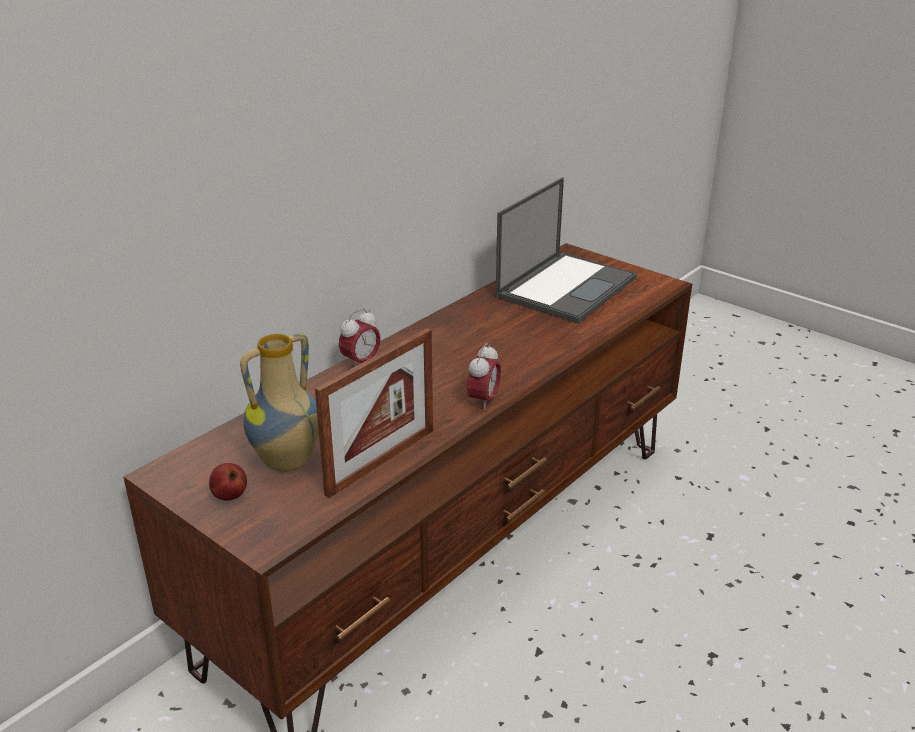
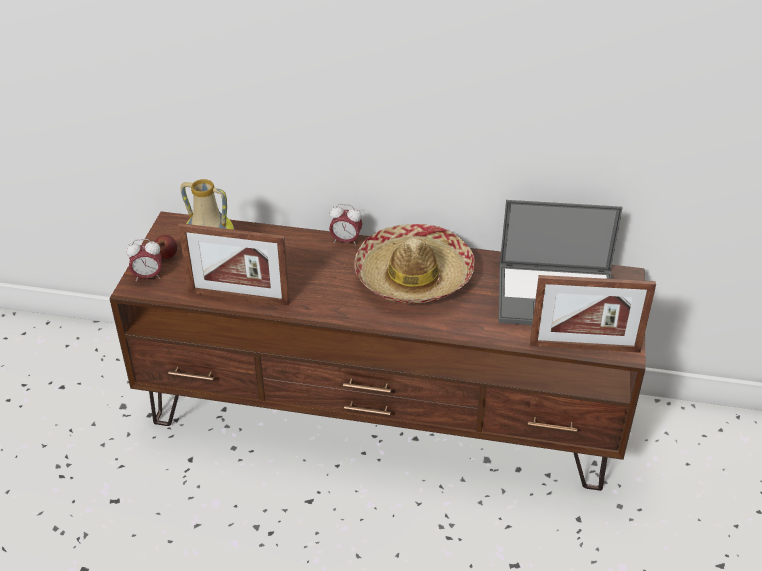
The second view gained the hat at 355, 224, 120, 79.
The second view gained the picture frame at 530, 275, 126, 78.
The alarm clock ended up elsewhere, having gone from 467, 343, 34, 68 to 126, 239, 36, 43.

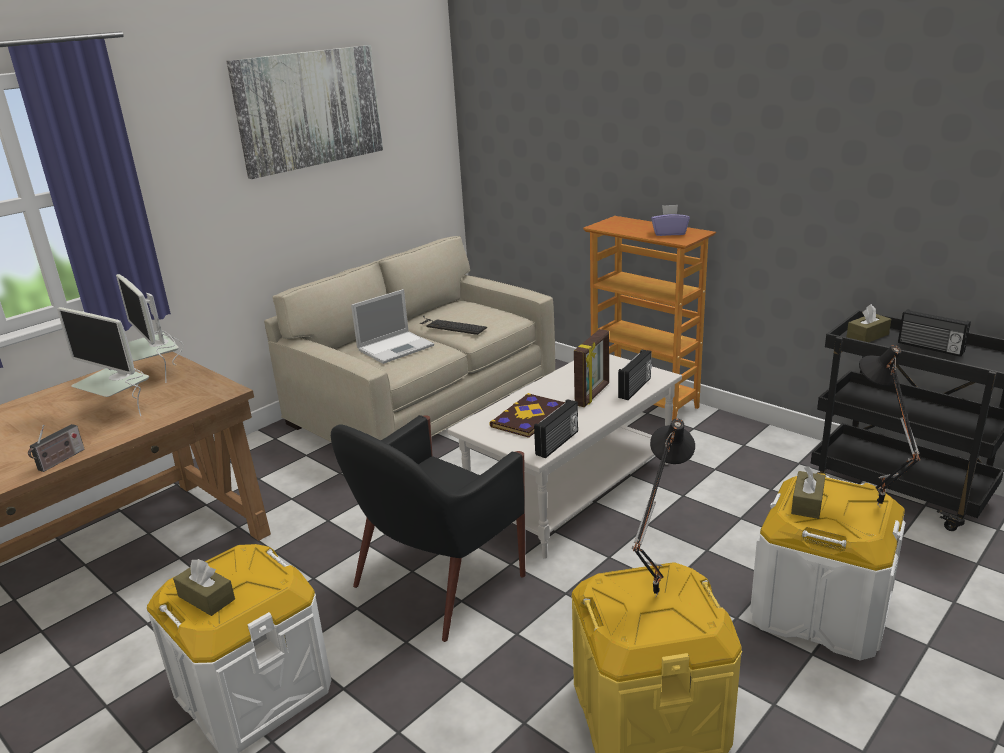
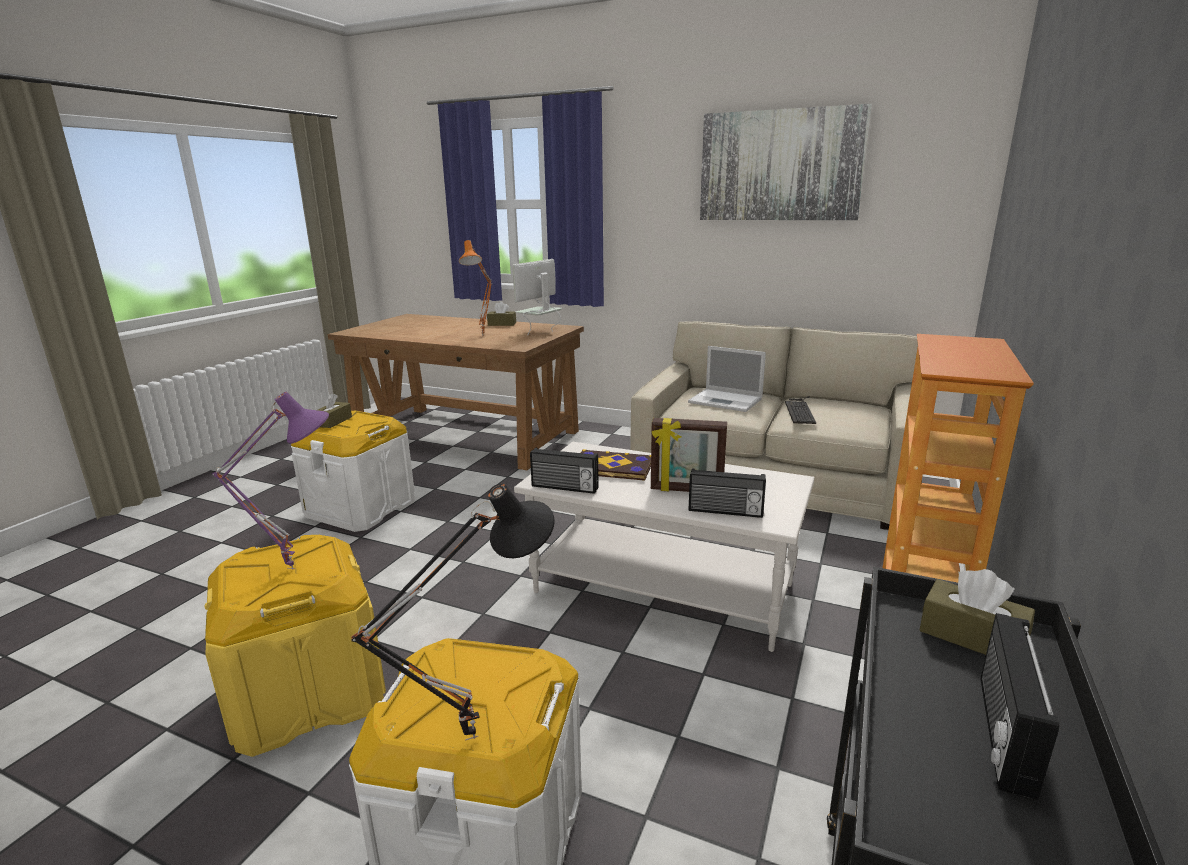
The second view lost the radio at 28, 424, 57, 48.
The second view lost the black armchair at 331, 415, 194, 227.
The second view lost the purple tissue box at 651, 205, 39, 31.
The brown tissue box ended up elsewhere, having gone from 791, 466, 34, 53 to 487, 301, 29, 25.
Where the monitor stood at 57, 307, 92, 109, the orange table lamp came to stand at 459, 240, 33, 96.
What was the black table lamp at 632, 419, 63, 179 turned into the purple table lamp at 212, 392, 117, 178.

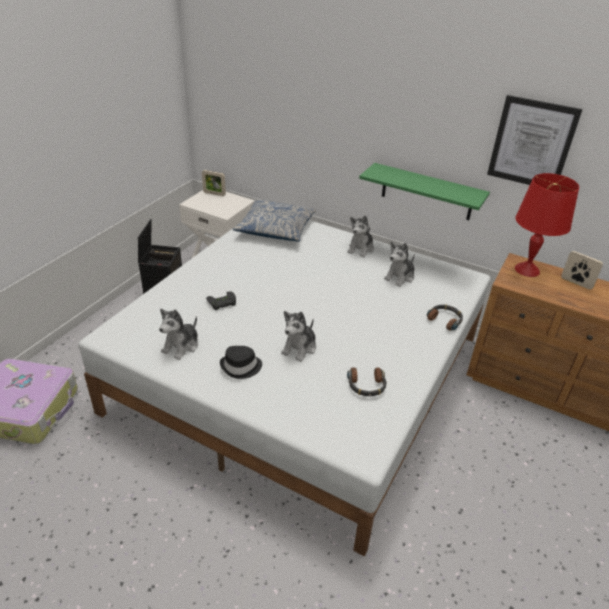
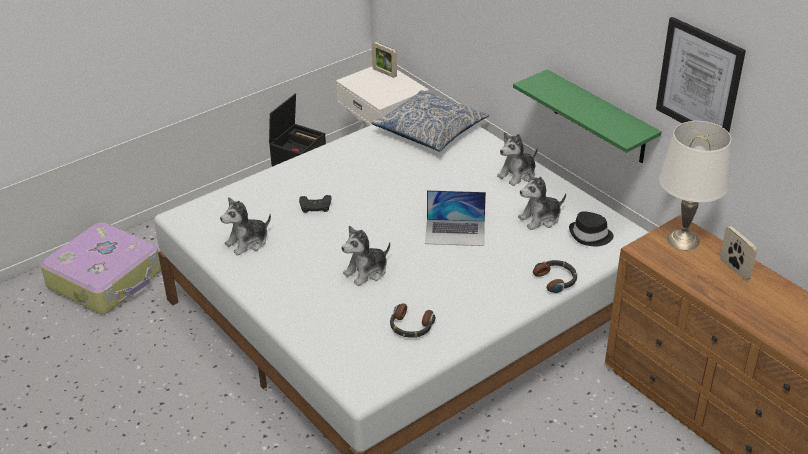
The second view gained the laptop at 425, 190, 61, 56.
The black hat ended up elsewhere, having gone from 220, 346, 42, 33 to 569, 211, 45, 35.
What was the red table lamp at 515, 173, 64, 104 turned into the white table lamp at 659, 121, 72, 129.

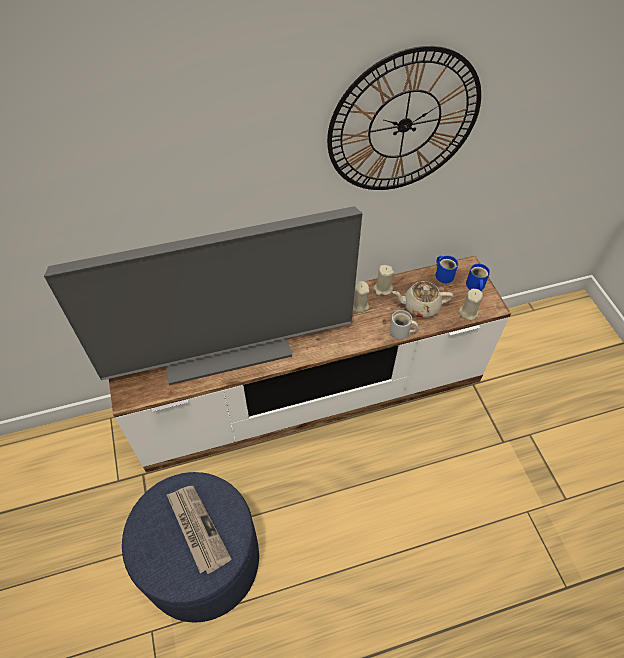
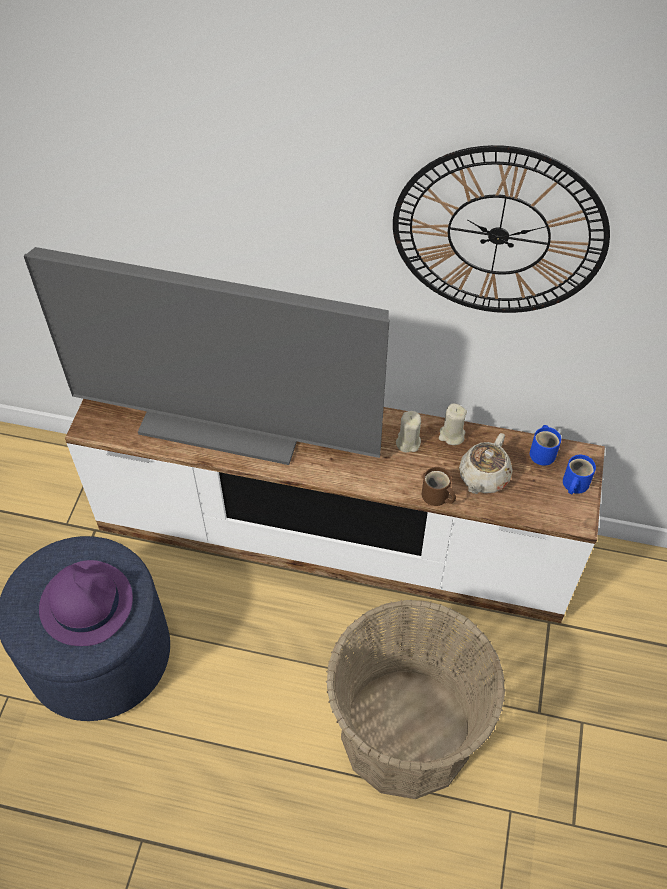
The second view lost the beige candle at 459, 289, 24, 31.
The second view gained the basket at 326, 599, 180, 200.
Where the newspaper stood at 166, 486, 66, 88, the purple hat came to stand at 39, 560, 94, 86.
What was the white mug at 389, 310, 29, 29 turned into the brown mug at 422, 467, 34, 39.
The beige teapot at 392, 281, 61, 37 ended up facing another way, 90 degrees counterclockwise from before.

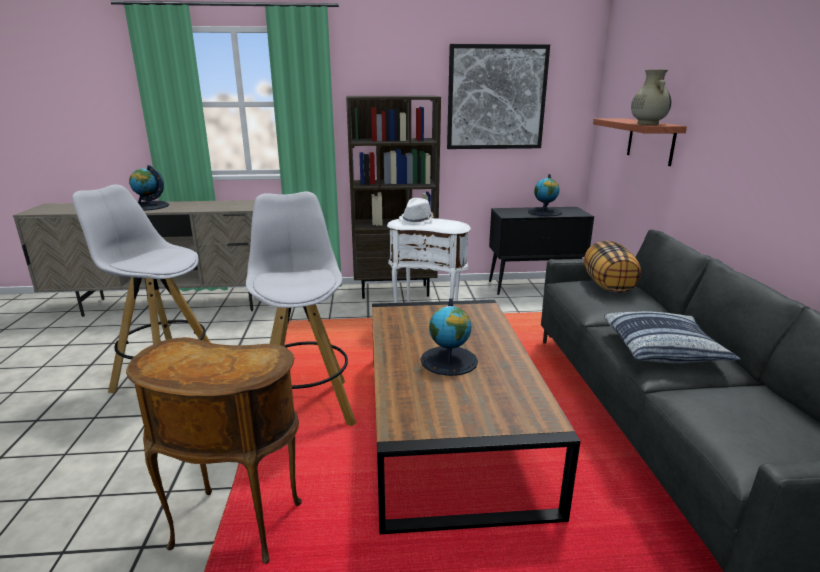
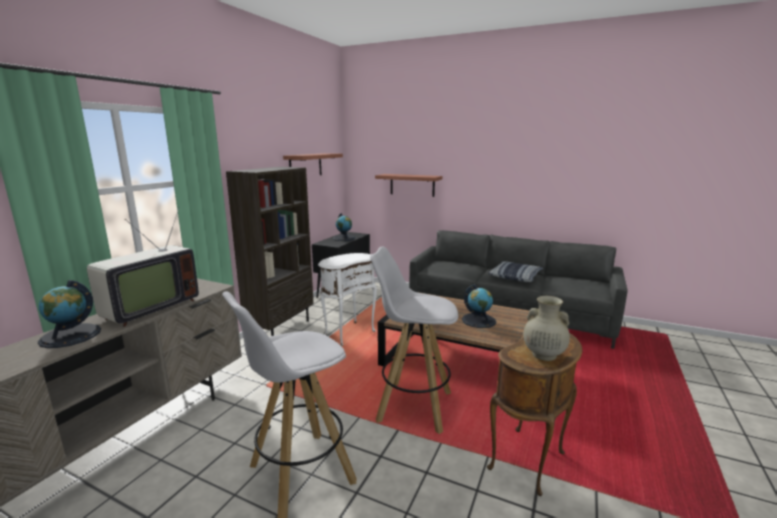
The second view lost the white hat at 399, 198, 35, 27.
The second view lost the pillow at 584, 241, 57, 52.
The second view gained the television at 87, 207, 112, 120.
The beige vase ended up elsewhere, having gone from 631, 70, 40, 55 to 523, 296, 47, 65.
Where the picture hung at 447, 44, 103, 105, the shelf came to hang at 283, 153, 60, 22.

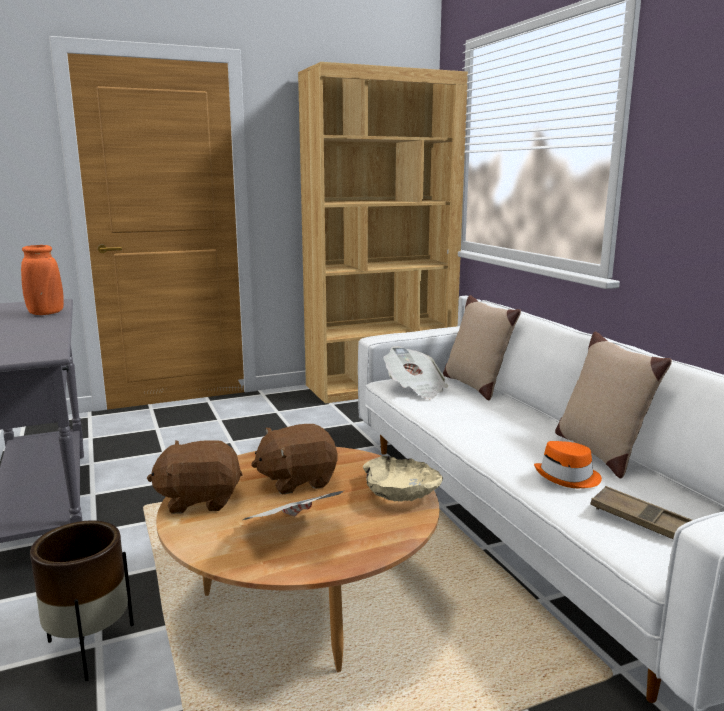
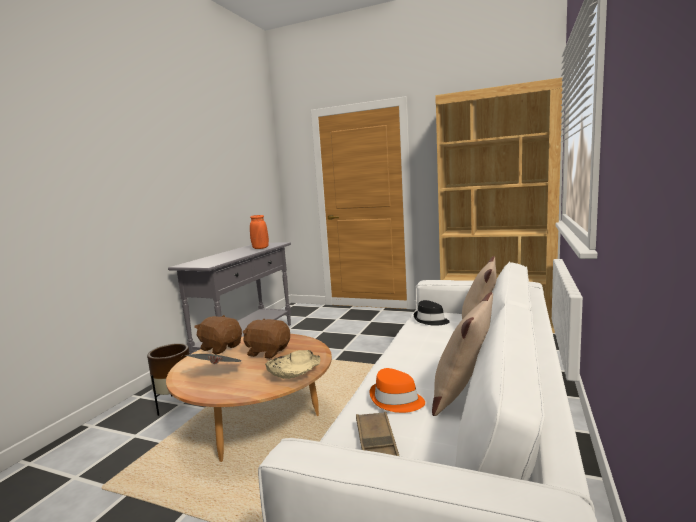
Where the newspaper stood at 383, 346, 65, 53, the black hat came to stand at 414, 300, 36, 26.

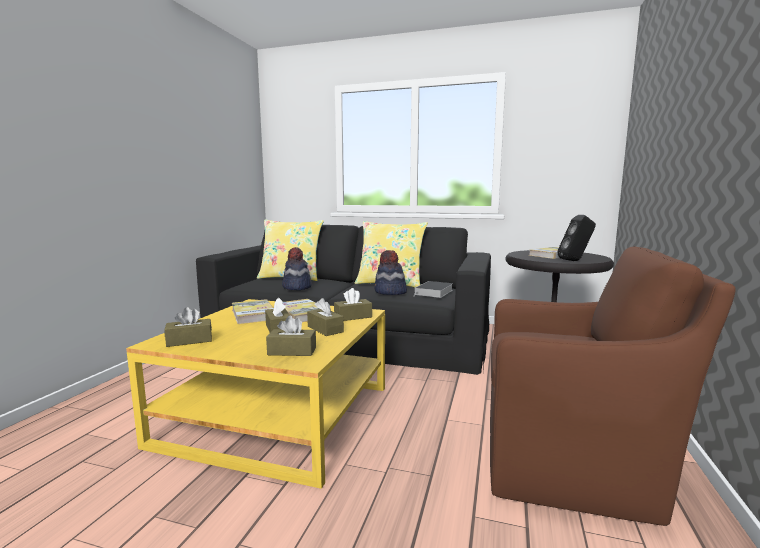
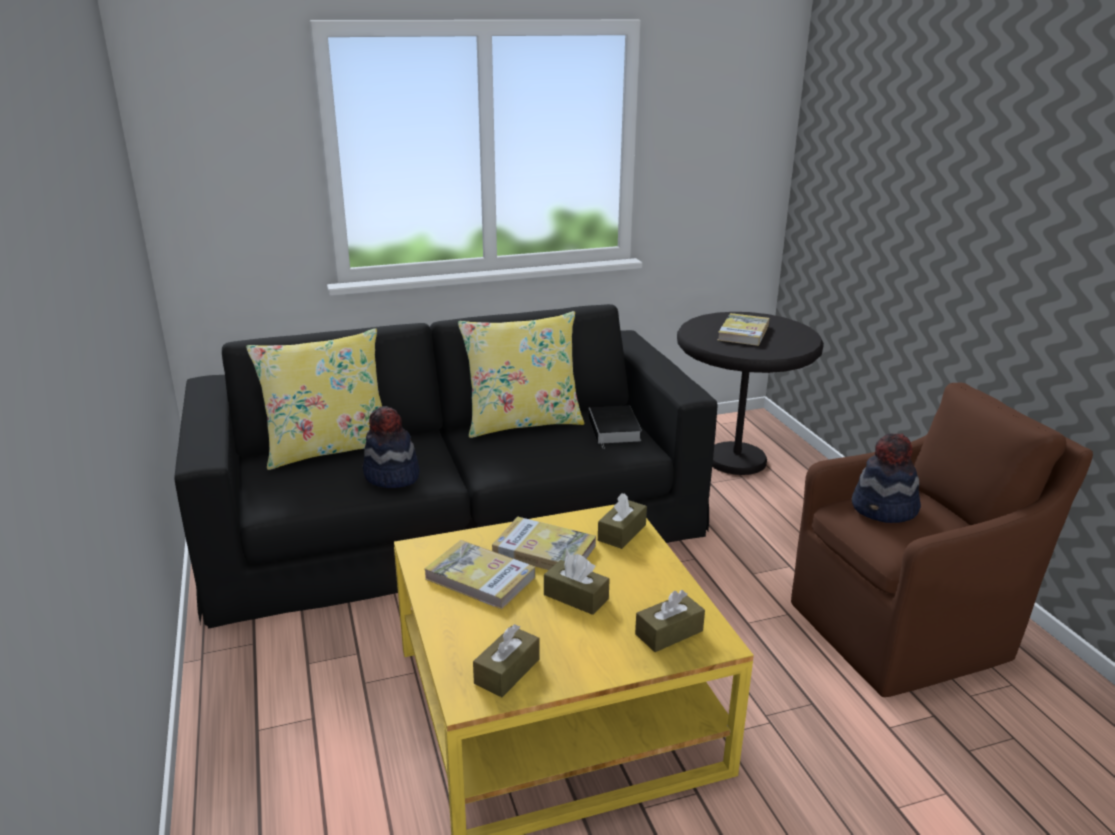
The second view lost the brown tissue box at 307, 298, 37, 38.
The second view lost the black speaker at 557, 215, 39, 46.
The hat ended up elsewhere, having gone from 374, 250, 33, 45 to 852, 433, 69, 90.

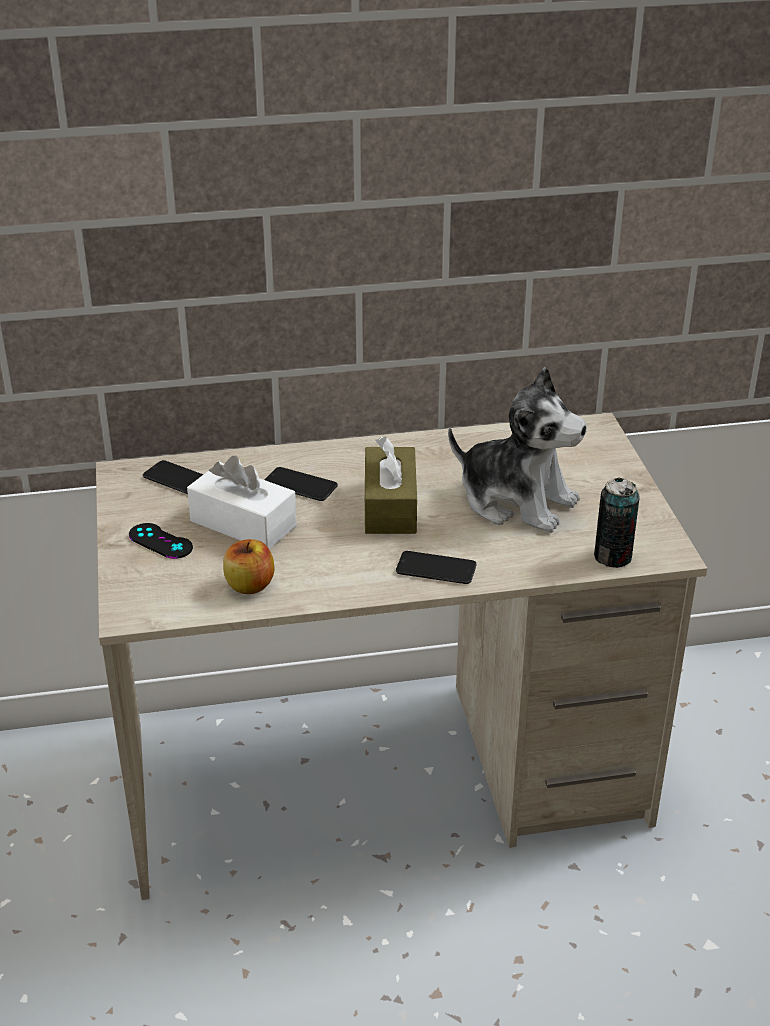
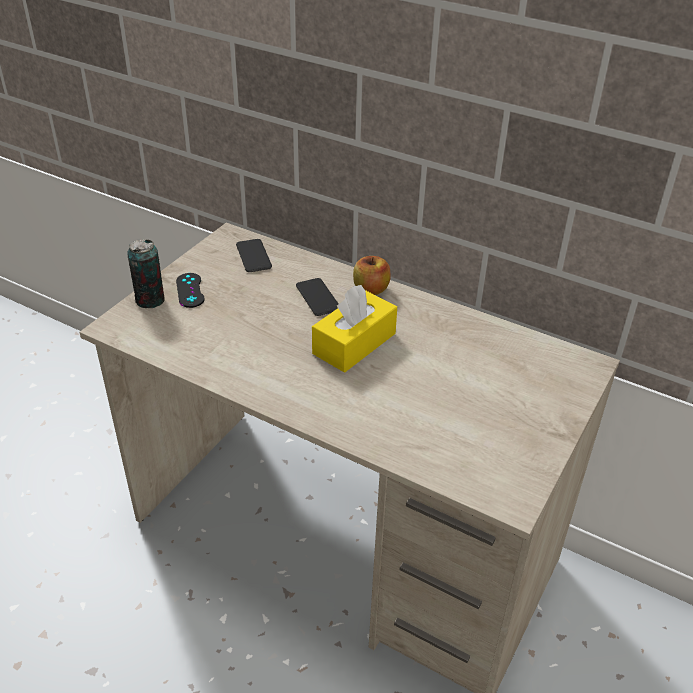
The second view lost the white tissue box at 187, 456, 110, 93.
The second view lost the phone at 396, 551, 81, 33.
The second view lost the plush toy at 448, 367, 139, 166.
The apple ended up elsewhere, having gone from 223, 539, 51, 55 to 353, 256, 38, 39.
The can ended up elsewhere, having gone from 594, 478, 46, 90 to 127, 239, 38, 69.
What was the brown tissue box at 365, 436, 52, 98 turned into the yellow tissue box at 312, 285, 85, 88.

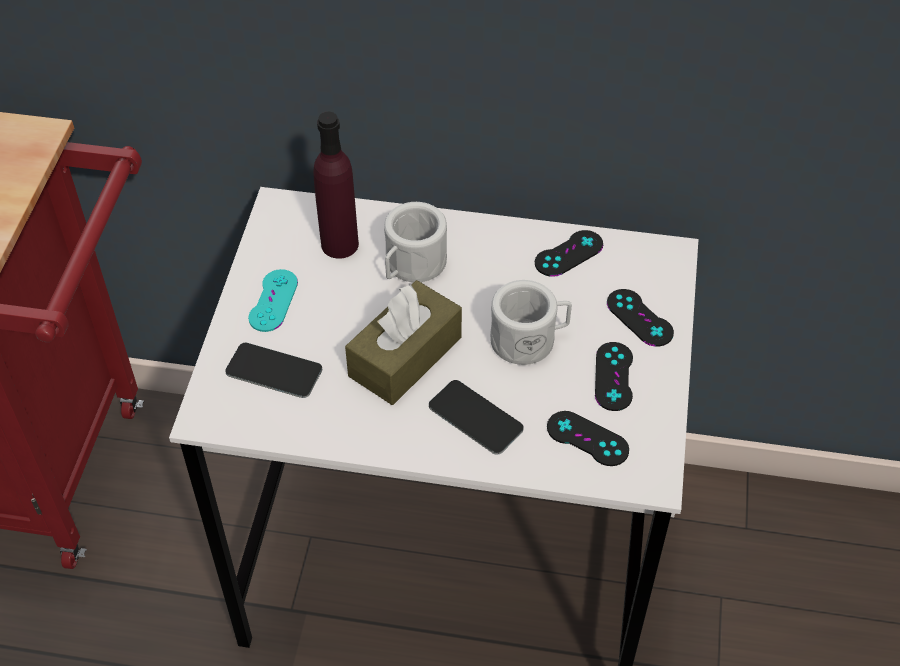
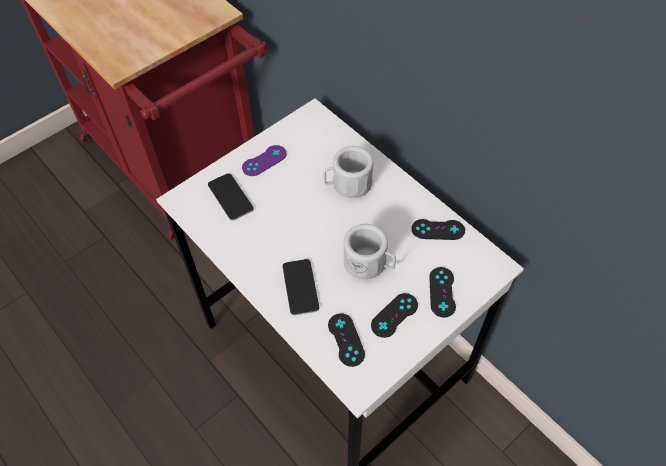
The second view lost the purple bottle at 313, 112, 46, 147.
The second view lost the brown tissue box at 345, 280, 117, 125.
What was the turquoise game controller at 248, 269, 50, 63 turned into the purple game controller at 242, 145, 45, 31.

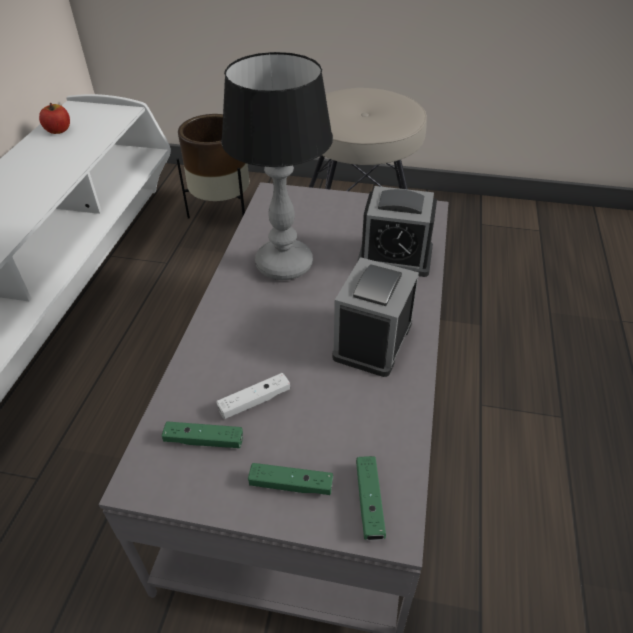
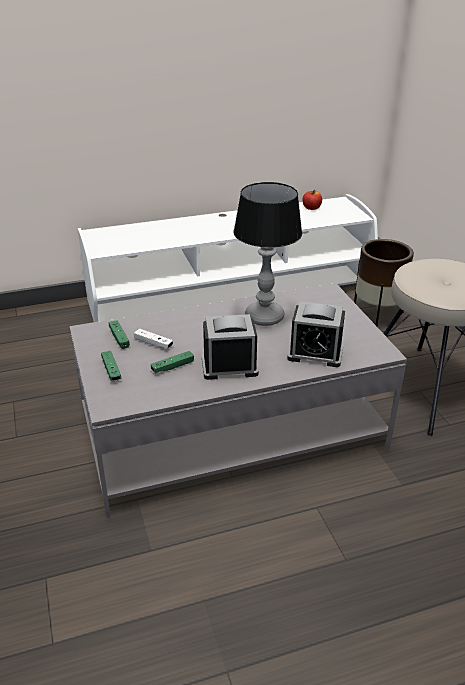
The green game controller ended up elsewhere, having gone from 356, 456, 30, 84 to 151, 351, 43, 22.
The alarm clock at 357, 186, 80, 91 ended up facing another way, 60 degrees counterclockwise from before.

